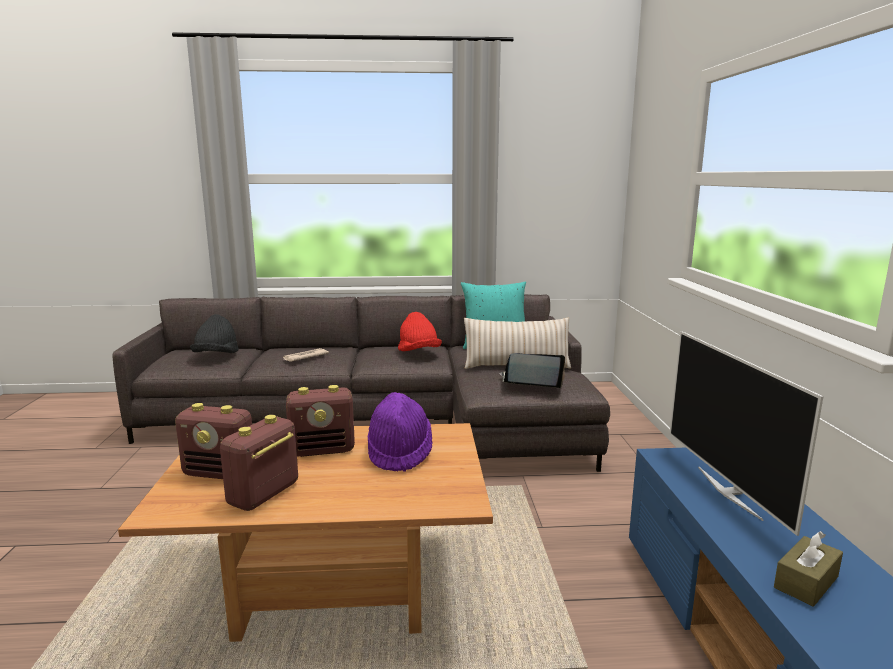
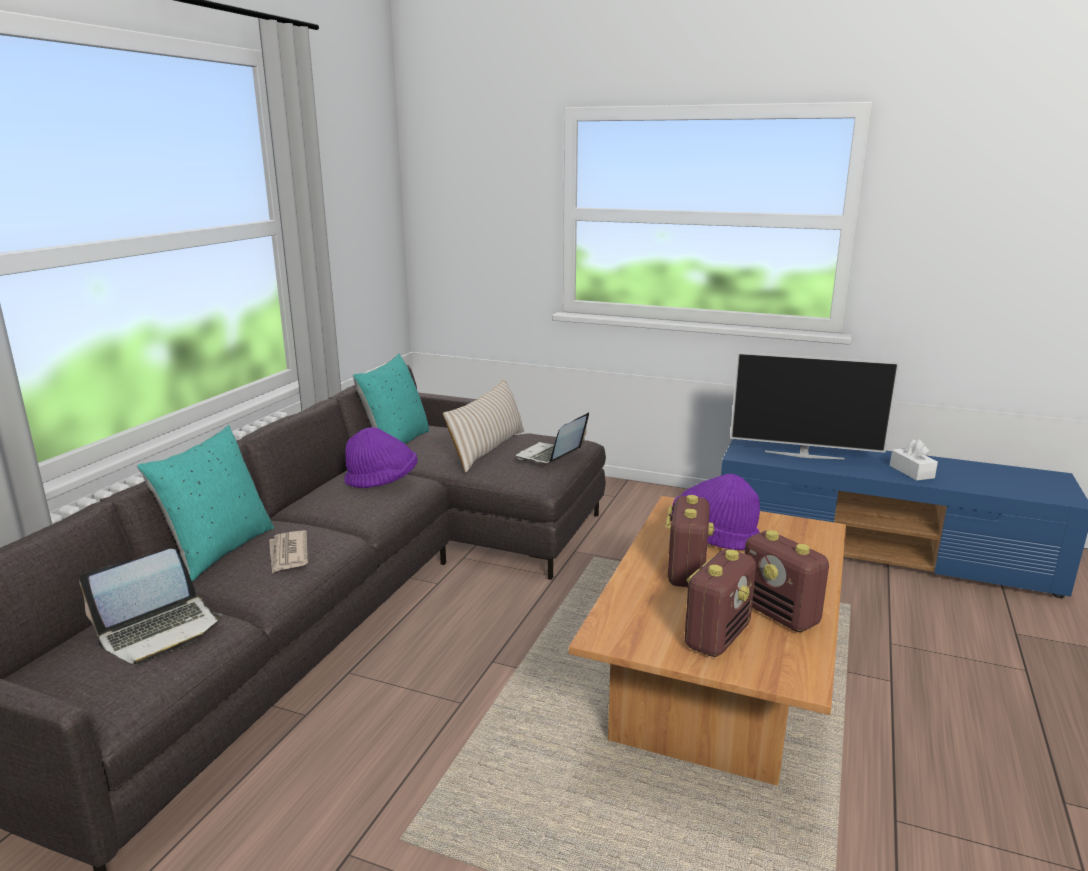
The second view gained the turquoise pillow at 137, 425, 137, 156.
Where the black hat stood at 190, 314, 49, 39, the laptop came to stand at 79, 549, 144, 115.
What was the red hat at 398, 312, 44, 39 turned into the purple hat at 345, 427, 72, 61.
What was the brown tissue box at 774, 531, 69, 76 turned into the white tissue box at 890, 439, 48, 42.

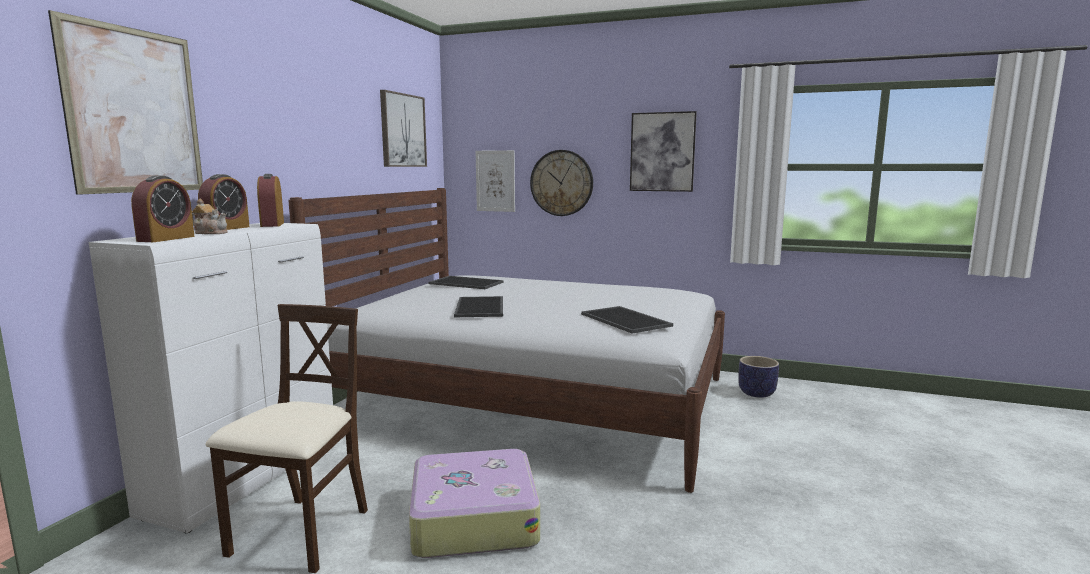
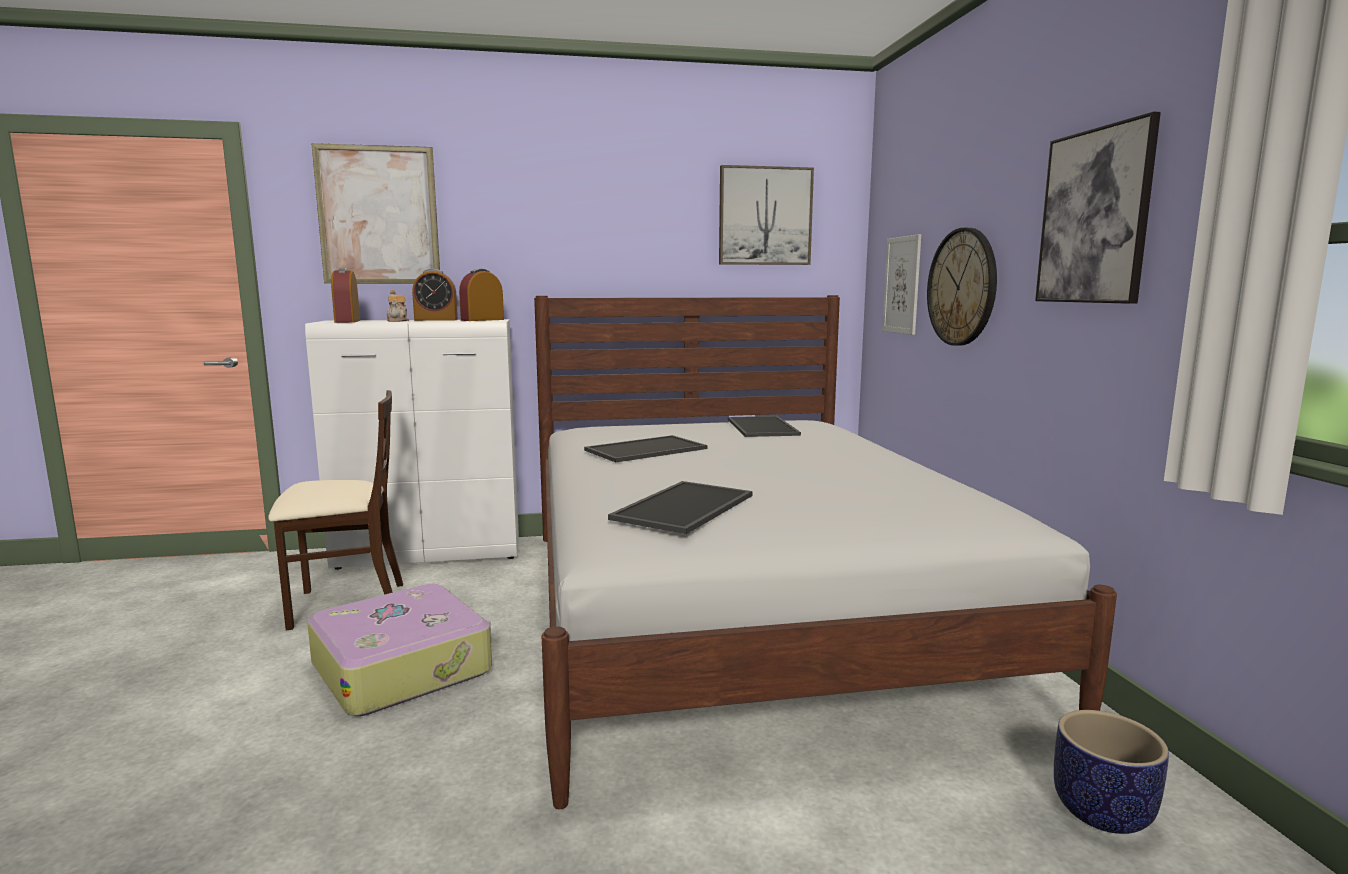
The alarm clock at 131, 175, 64, 67 ended up facing another way, 90 degrees clockwise from before.

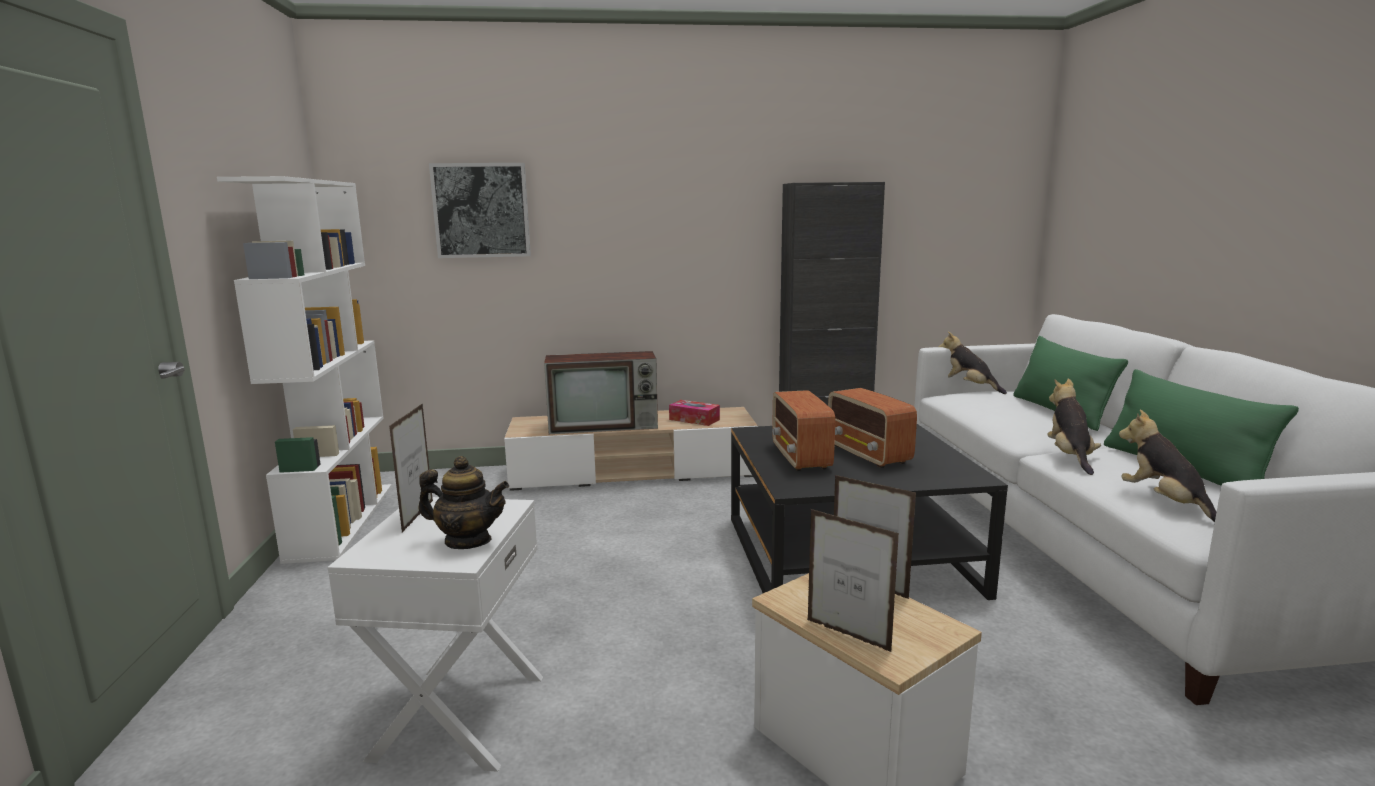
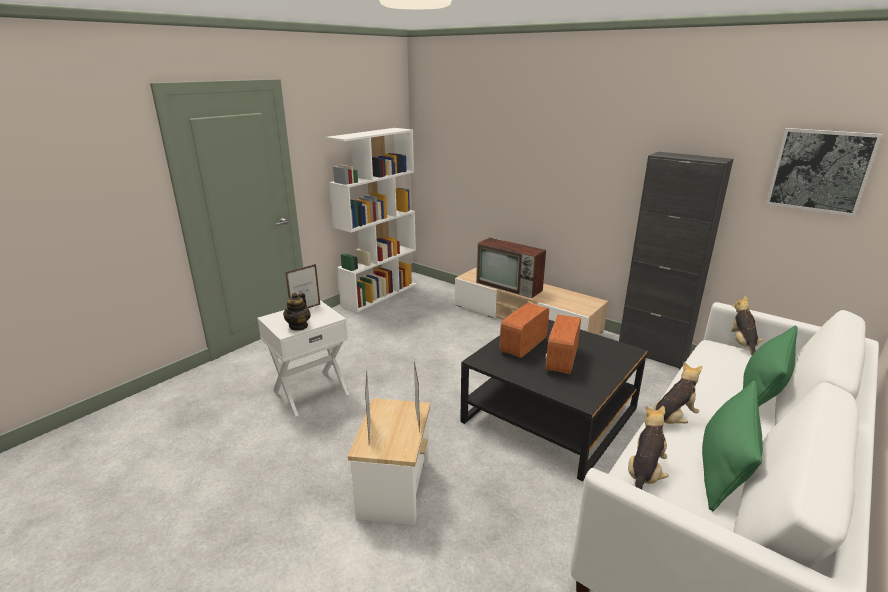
The second view lost the tissue box at 669, 400, 51, 26.
The picture ended up elsewhere, having gone from 429, 163, 102, 95 to 766, 128, 116, 88.
The teapot at 418, 456, 91, 93 ended up facing another way, 45 degrees clockwise from before.

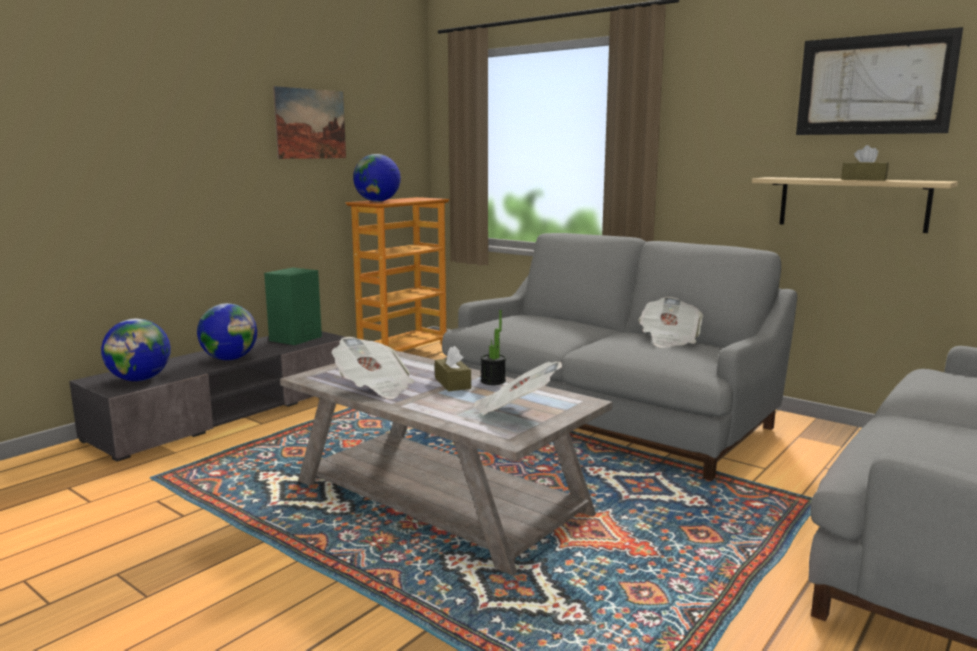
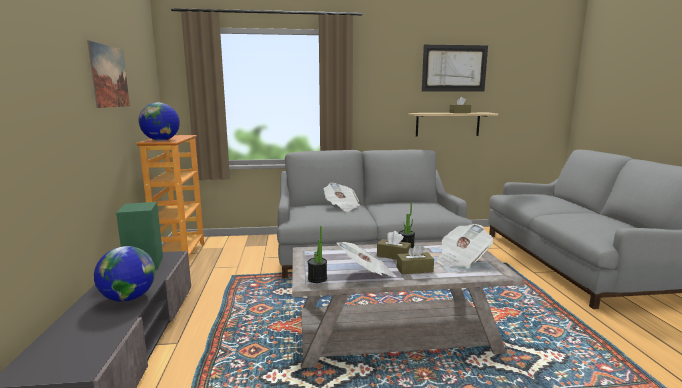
The second view lost the globe at 101, 319, 69, 62.
The second view gained the potted plant at 308, 226, 19, 57.
The second view gained the brown tissue box at 397, 243, 37, 31.
The newspaper ended up elsewhere, having gone from 638, 297, 65, 51 to 324, 183, 36, 29.

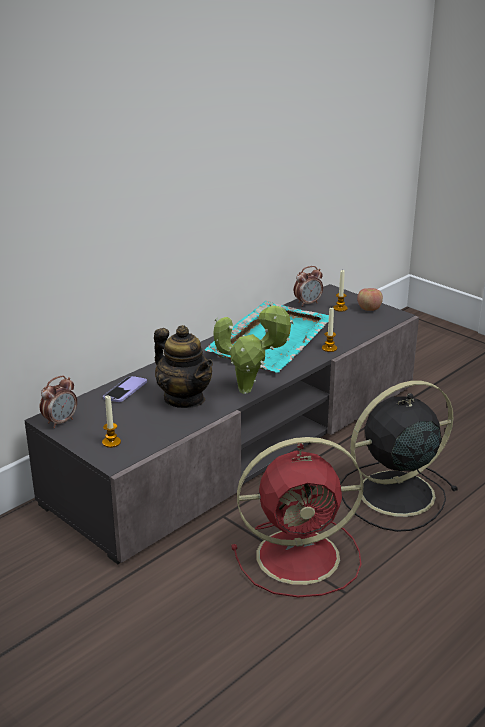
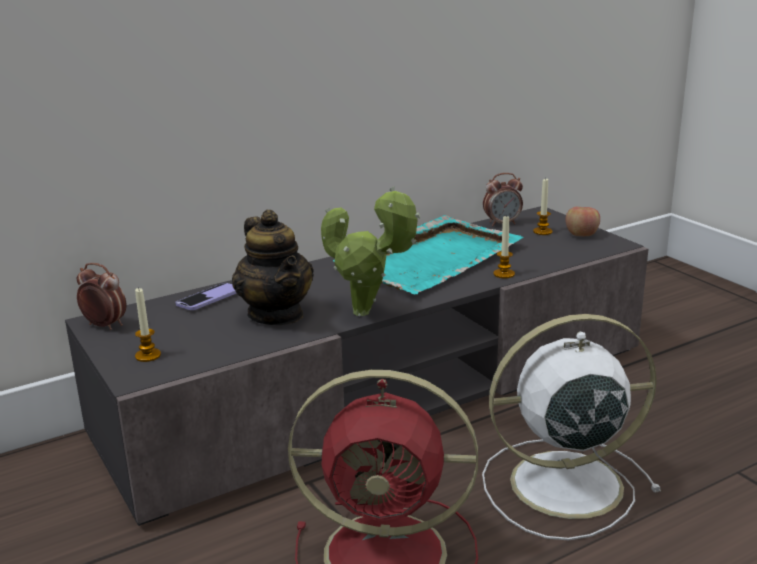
What was the black fan at 340, 380, 118, 152 turned into the white fan at 482, 314, 180, 226.
The alarm clock at 40, 376, 37, 52 ended up facing another way, 120 degrees counterclockwise from before.

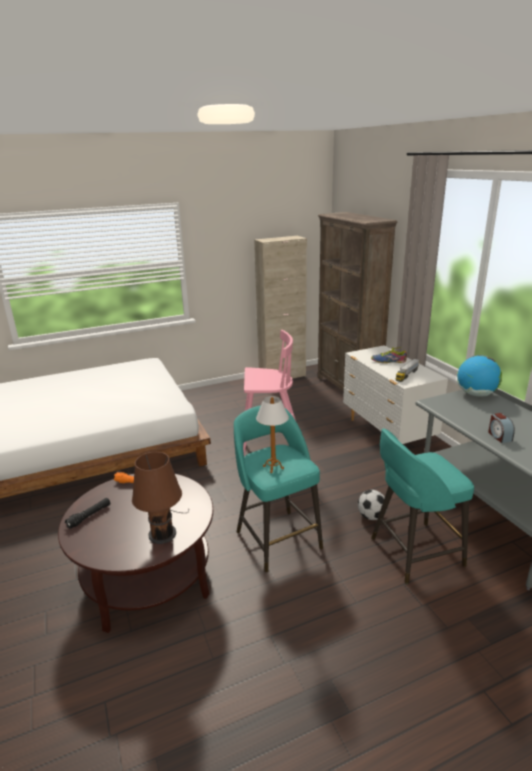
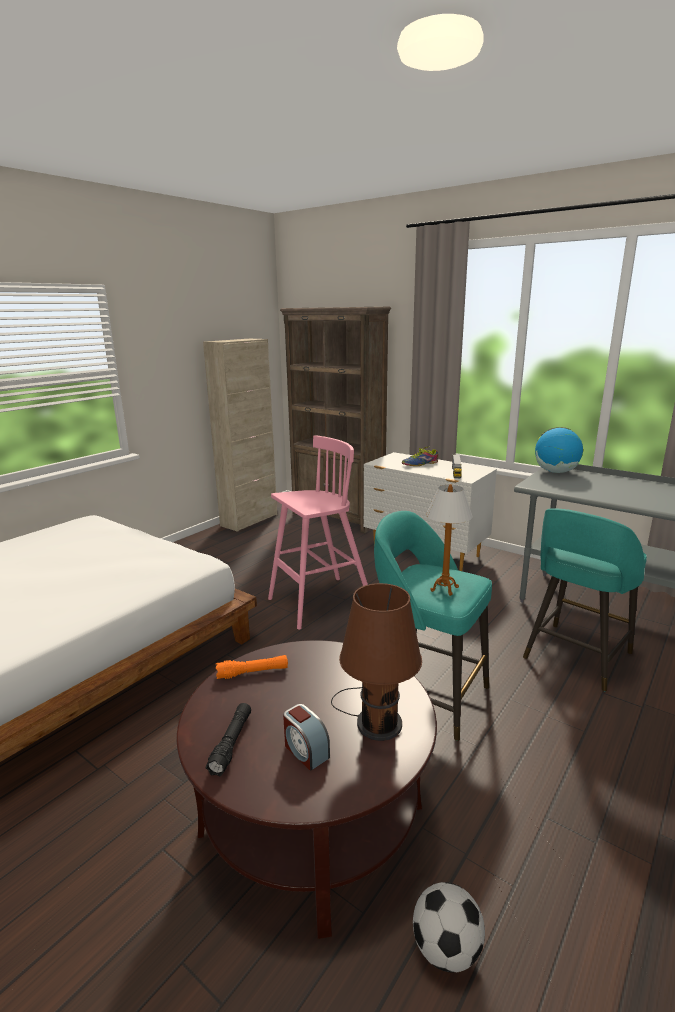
The football ended up elsewhere, having gone from 358, 490, 29, 30 to 413, 882, 72, 91.
The alarm clock ended up elsewhere, having gone from 488, 413, 27, 30 to 283, 704, 47, 67.

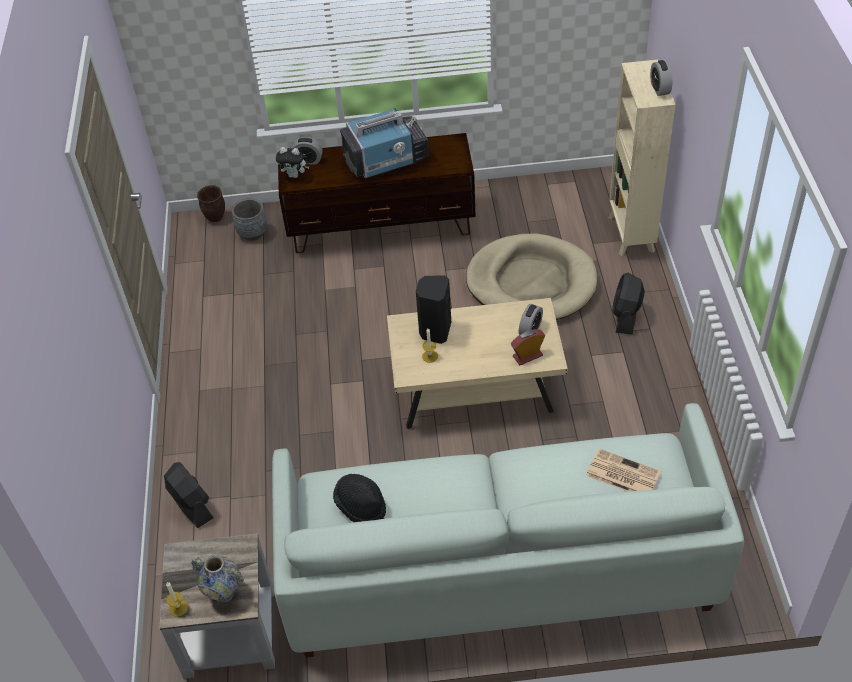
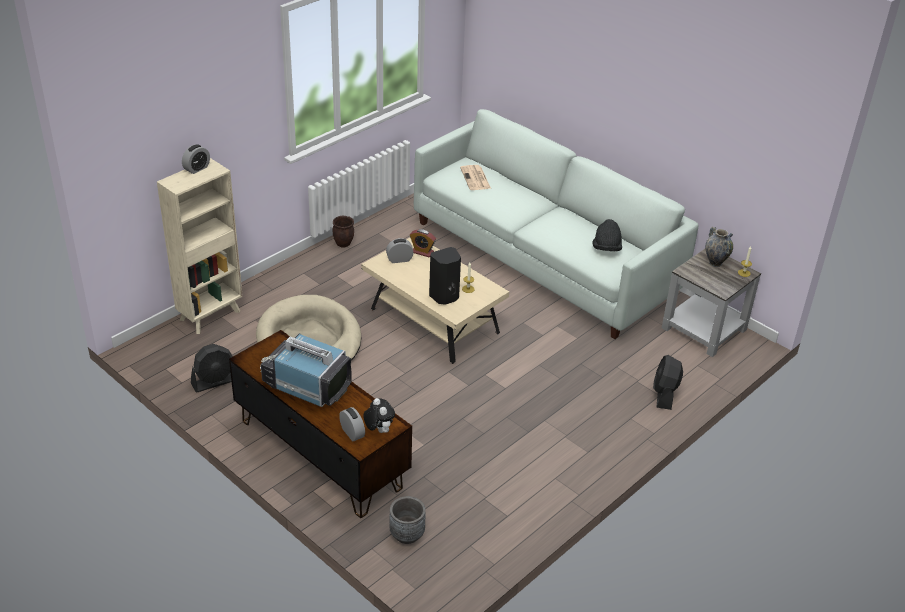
The brown planter ended up elsewhere, having gone from 197, 185, 28, 37 to 333, 216, 21, 32.
The black fan ended up elsewhere, having gone from 612, 273, 33, 62 to 191, 344, 42, 48.

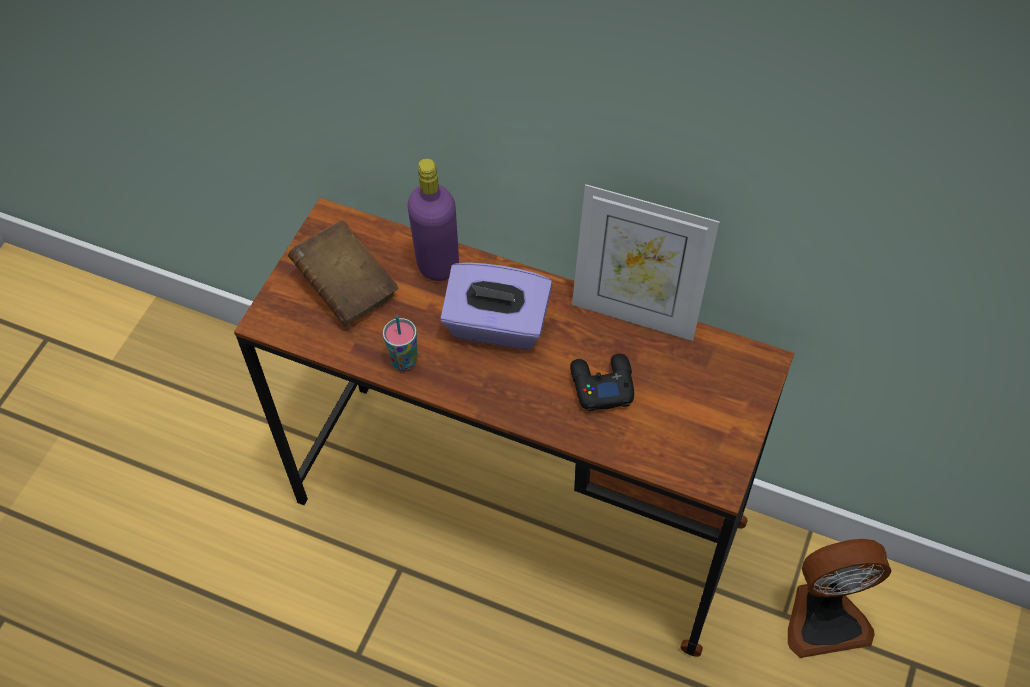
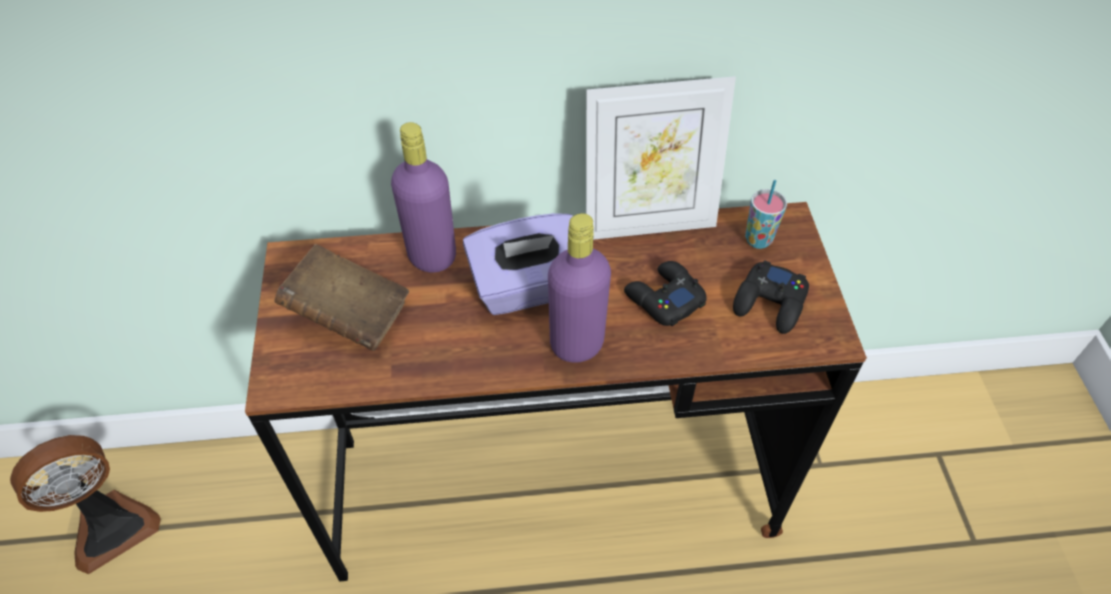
The second view gained the purple bottle at 548, 213, 63, 150.
The second view gained the black game controller at 733, 260, 76, 74.
The cup ended up elsewhere, having gone from 383, 316, 35, 55 to 745, 180, 42, 69.
The fan ended up elsewhere, having gone from 788, 539, 104, 119 to 10, 435, 151, 139.

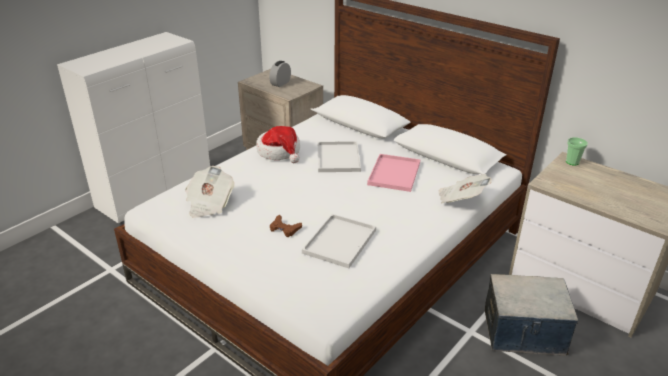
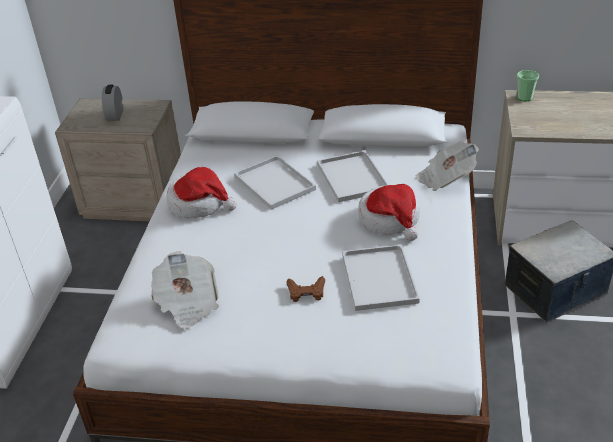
The second view gained the hat at 358, 184, 62, 57.
What was the pink tray at 367, 154, 54, 38 turned into the white tray at 317, 151, 71, 51.

